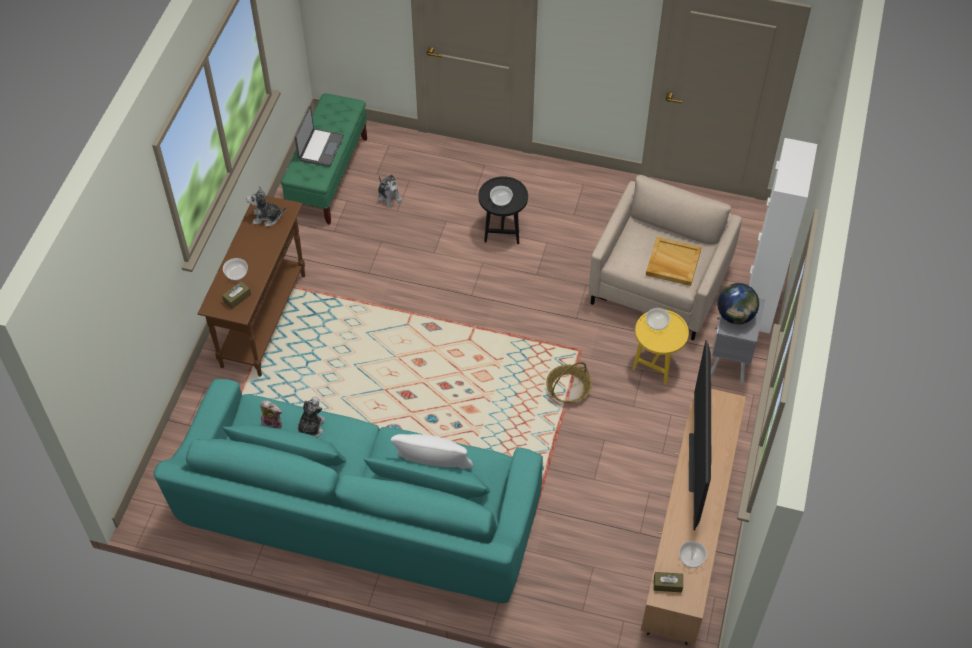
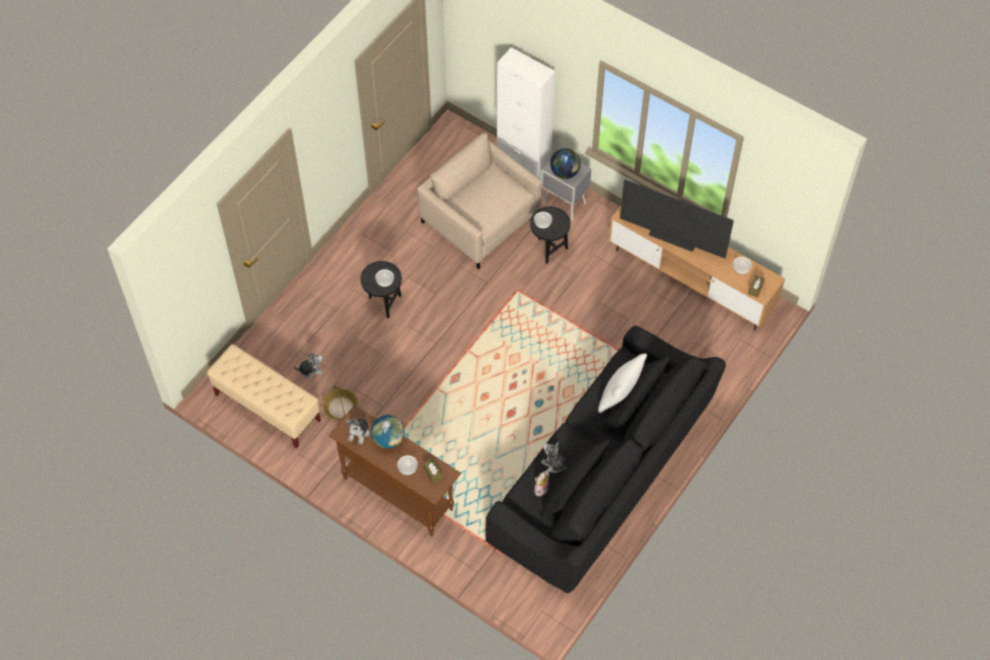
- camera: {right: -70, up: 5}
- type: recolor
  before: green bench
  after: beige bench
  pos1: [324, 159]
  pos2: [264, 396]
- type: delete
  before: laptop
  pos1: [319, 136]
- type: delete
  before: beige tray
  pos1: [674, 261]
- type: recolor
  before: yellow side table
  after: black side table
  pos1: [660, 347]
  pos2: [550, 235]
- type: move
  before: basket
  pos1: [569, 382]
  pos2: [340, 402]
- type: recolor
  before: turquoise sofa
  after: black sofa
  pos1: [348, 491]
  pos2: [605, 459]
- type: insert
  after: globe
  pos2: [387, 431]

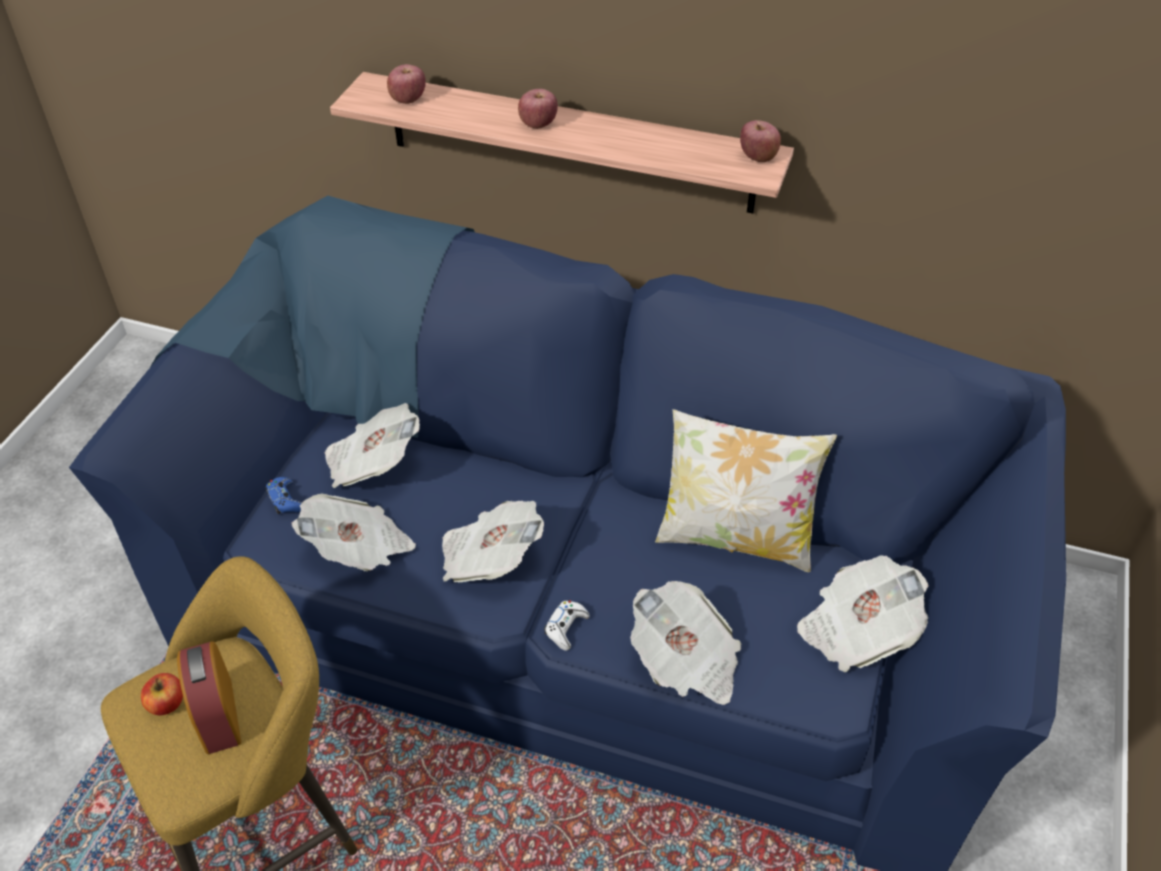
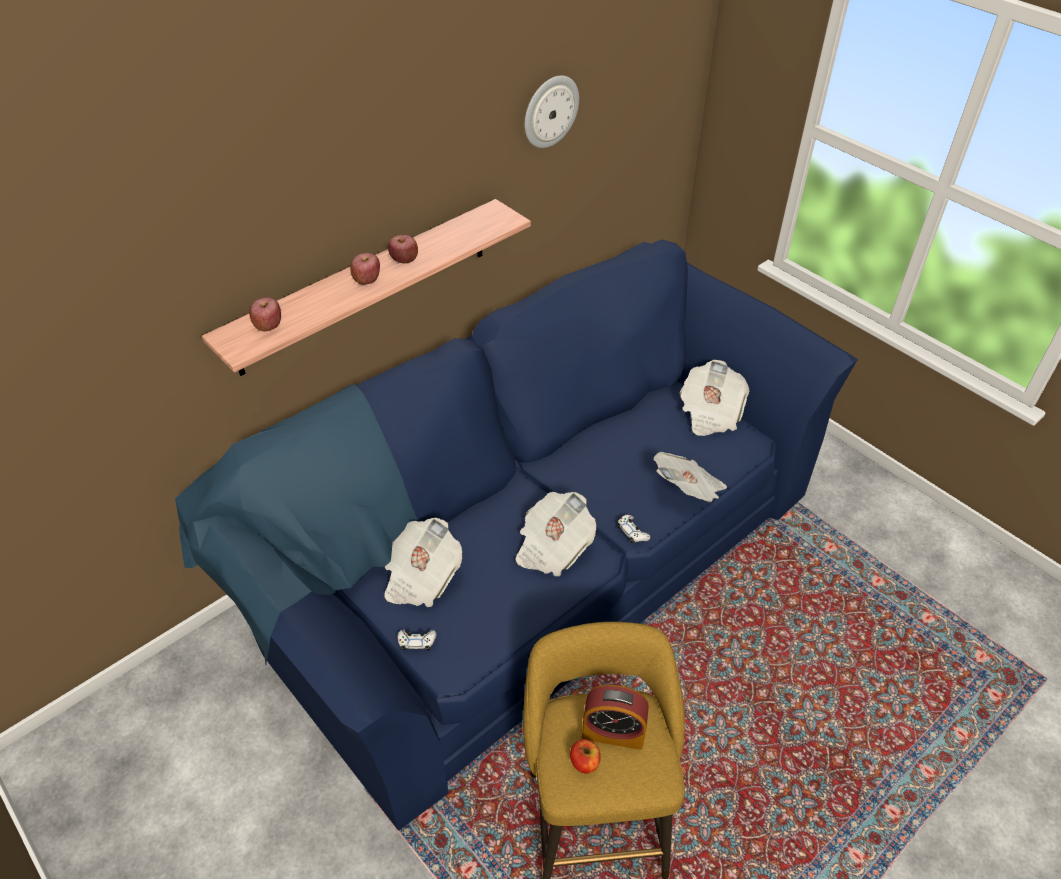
- camera: {right: -60, up: 0}
- type: move
  before: apple
  pos1: [760, 141]
  pos2: [403, 249]
- type: delete
  before: pillow
  pos1: [746, 490]
- type: recolor
  before: blue game controller
  after: white game controller
  pos1: [284, 495]
  pos2: [416, 640]
- type: delete
  before: newspaper
  pos1: [353, 532]
- type: insert
  after: wall clock
  pos2: [552, 112]

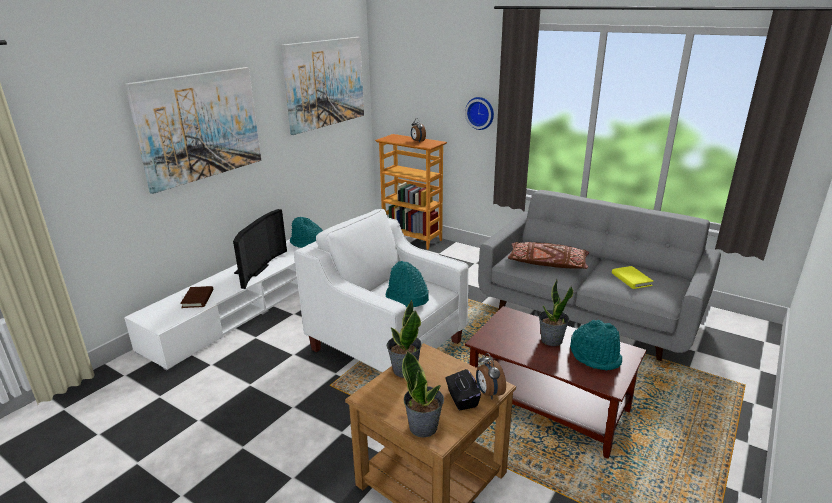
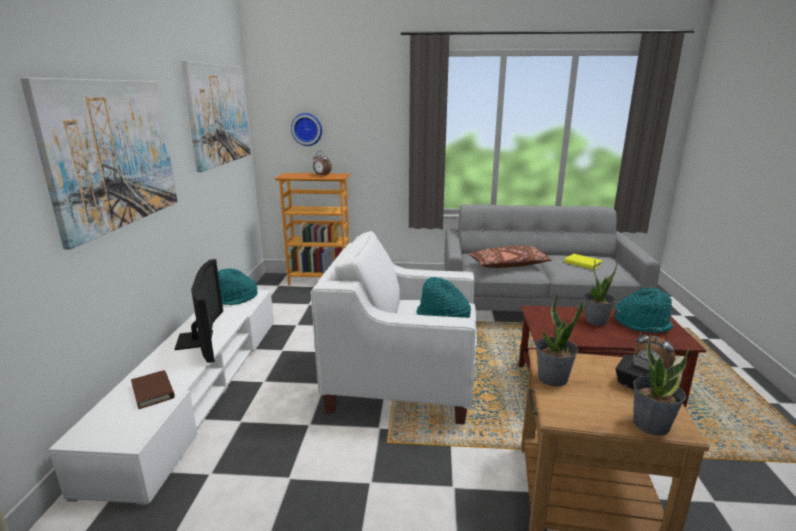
- camera: {right: -30, up: -5}
- type: move
  before: wall clock
  pos1: [479, 113]
  pos2: [306, 129]

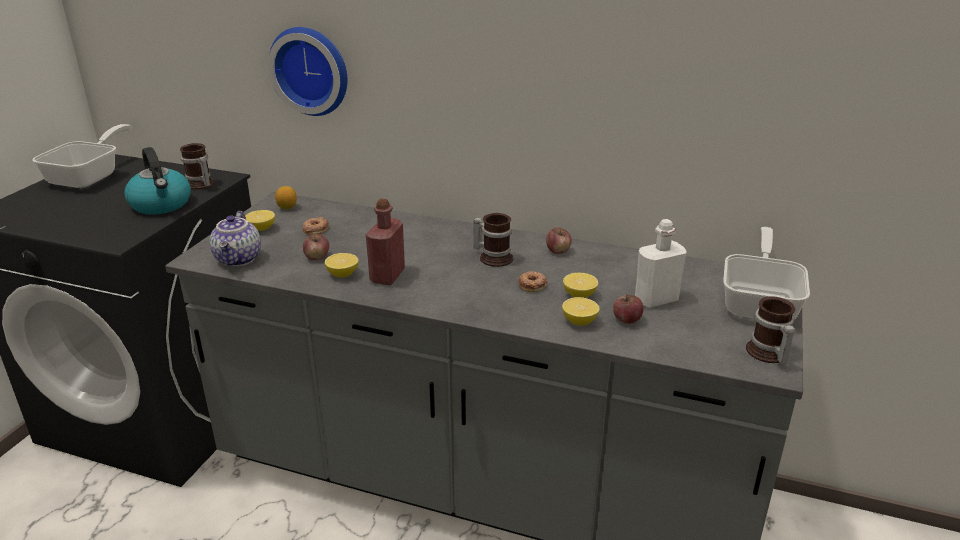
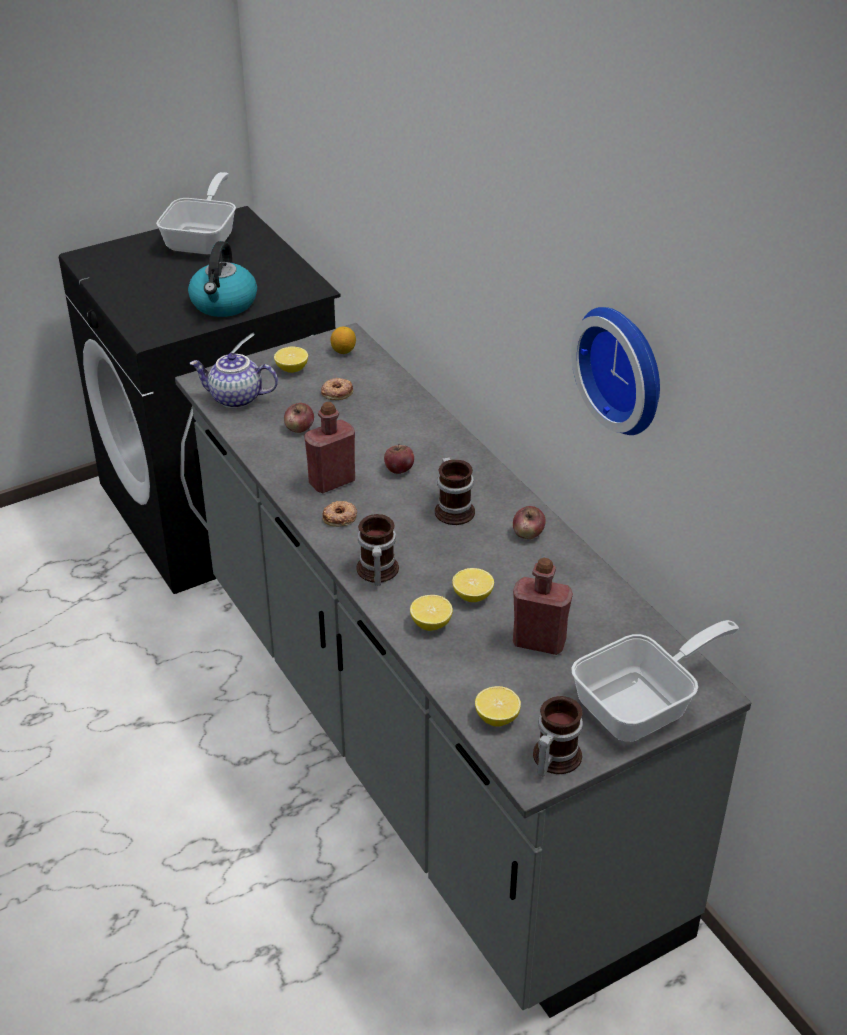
- camera: {right: 40, up: 10}
- type: move
  before: wall clock
  pos1: [308, 71]
  pos2: [615, 371]
- type: rotate
  before: frying pan
  pos1: [81, 156]
  pos2: [196, 213]
  turn: -45
- type: move
  before: mug
  pos1: [197, 166]
  pos2: [377, 550]
- type: rotate
  before: teapot
  pos1: [235, 239]
  pos2: [233, 381]
  turn: 60
- type: recolor
  before: white bottle
  after: red bottle
  pos1: [661, 263]
  pos2: [543, 606]
- type: move
  before: lemon
  pos1: [342, 265]
  pos2: [498, 706]
- type: move
  before: donut
  pos1: [532, 281]
  pos2: [339, 514]
- type: move
  before: apple
  pos1: [628, 309]
  pos2: [399, 459]

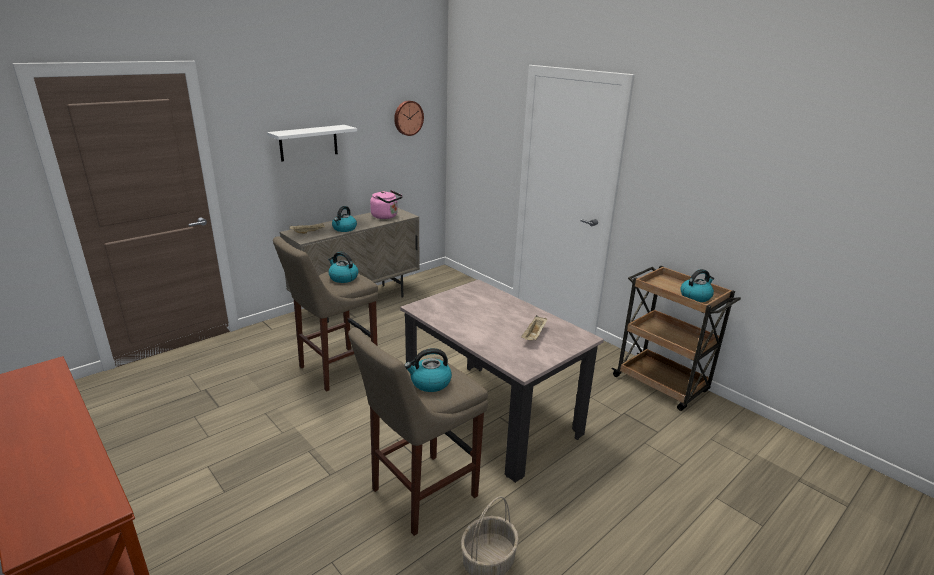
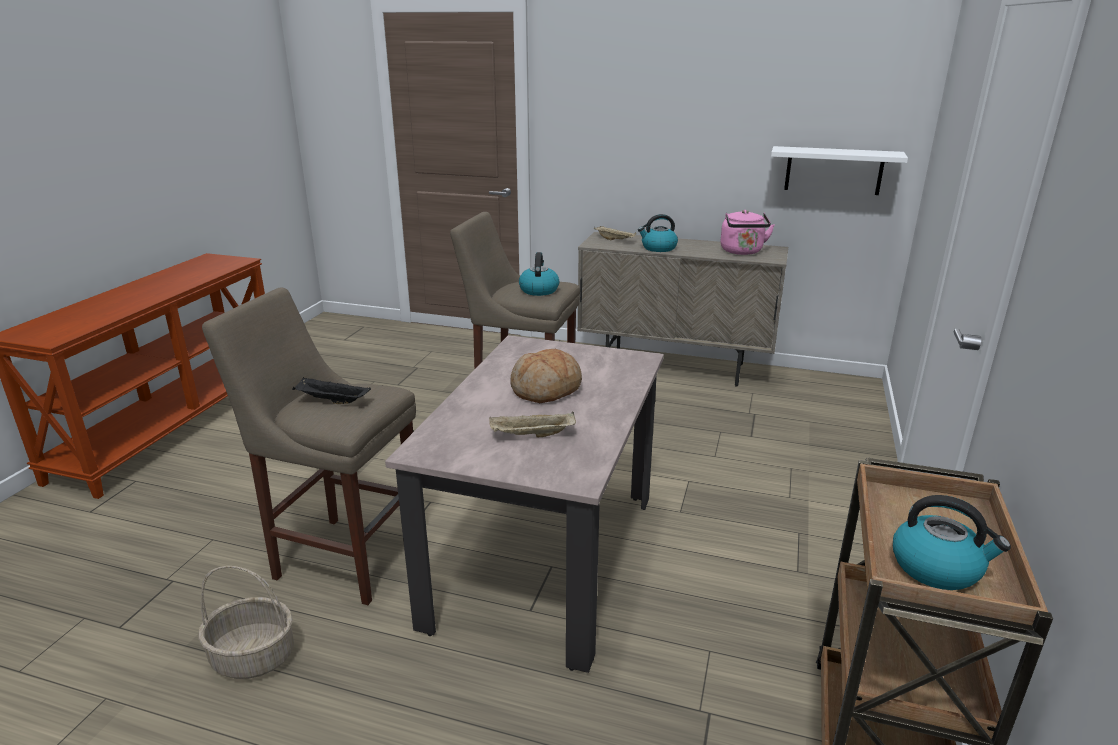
- camera: {right: 60, up: 0}
- type: delete
  before: wall clock
  pos1: [409, 118]
- type: move
  before: white shelf
  pos1: [312, 143]
  pos2: [839, 170]
- type: replace
  before: kettle
  after: black tray
  pos1: [428, 370]
  pos2: [331, 390]
- type: insert
  after: bread
  pos2: [546, 376]

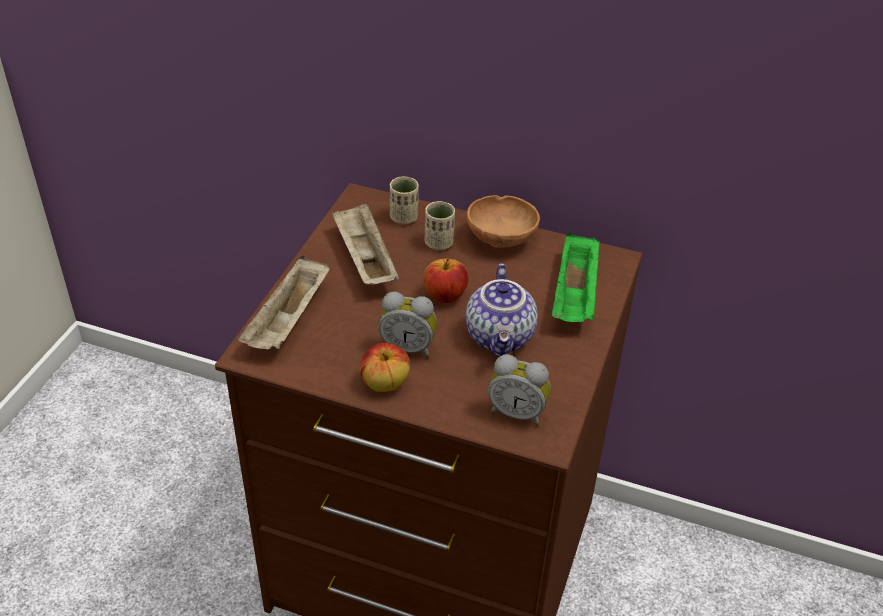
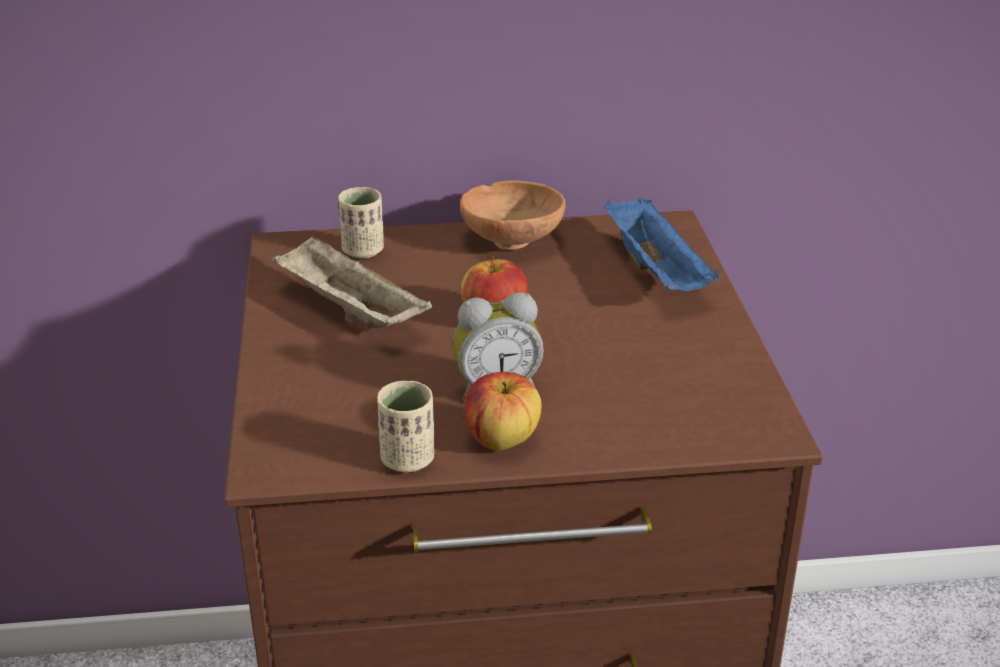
- camera: {right: -25, up: -10}
- type: move
  before: beige cup
  pos1: [439, 225]
  pos2: [405, 426]
- type: recolor
  before: green tray
  after: blue tray
  pos1: [576, 277]
  pos2: [662, 244]
- type: delete
  before: beige tray
  pos1: [284, 302]
- type: delete
  before: teapot
  pos1: [502, 309]
- type: delete
  before: alarm clock
  pos1: [519, 390]

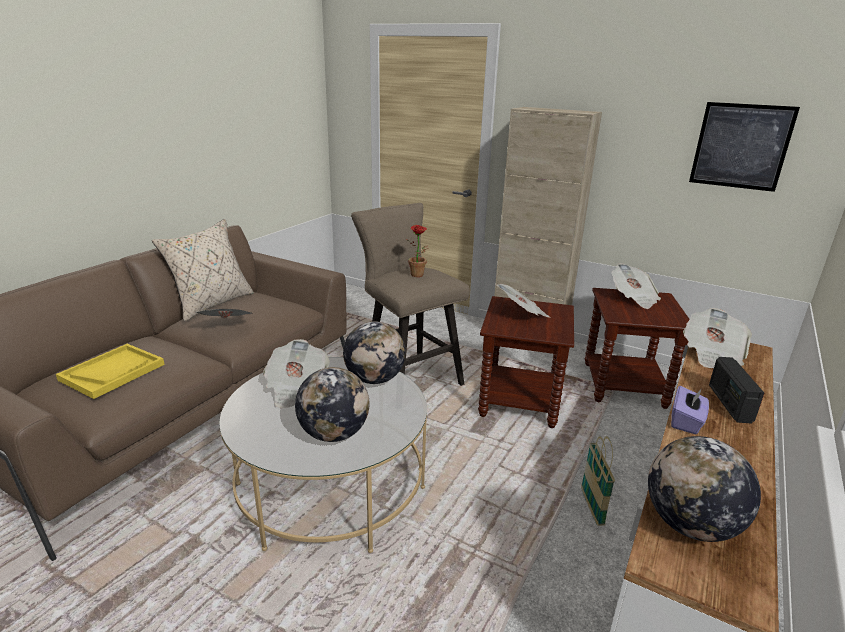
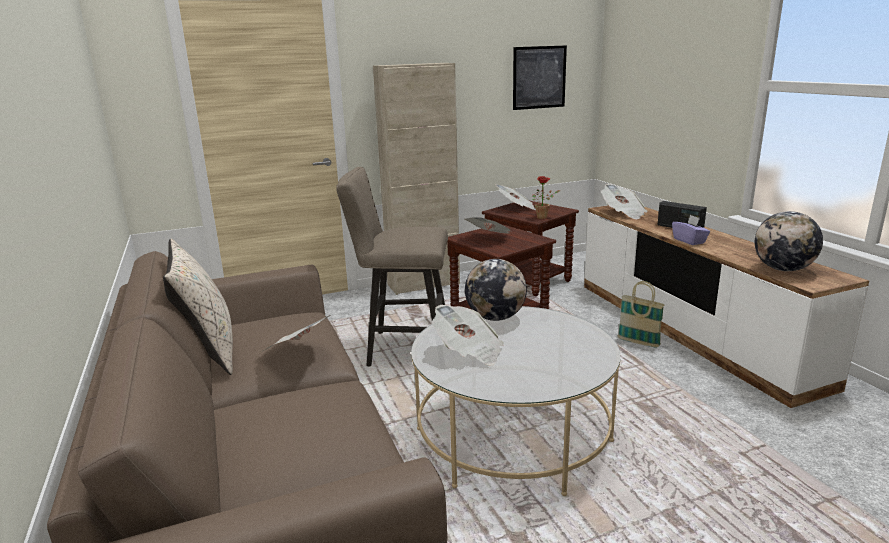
- camera: {right: -50, up: -5}
- type: move
  before: potted plant
  pos1: [417, 251]
  pos2: [546, 197]
- type: delete
  before: yellow tray
  pos1: [110, 371]
- type: delete
  before: globe
  pos1: [332, 404]

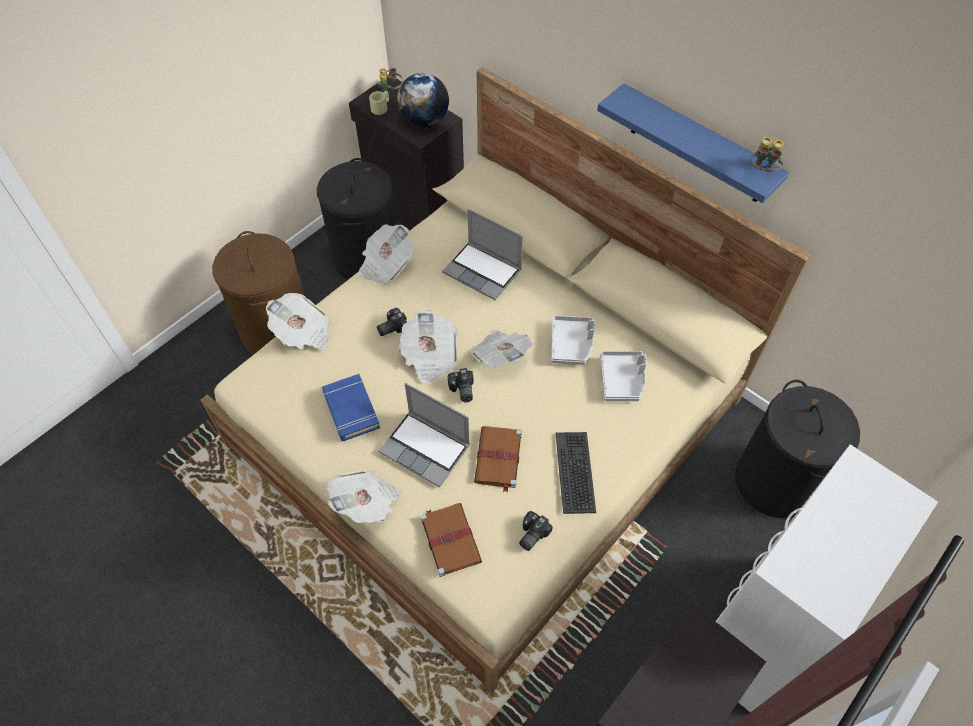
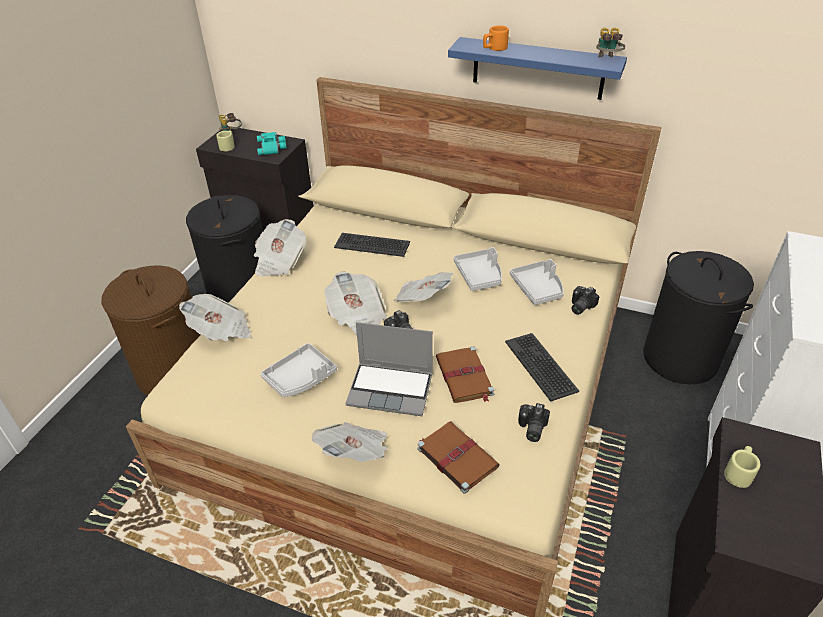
- camera: {right: -20, up: -15}
- type: replace
  before: globe
  after: turquoise binoculars
  pos1: [423, 100]
  pos2: [272, 143]
- type: replace
  before: laptop
  after: keyboard
  pos1: [482, 254]
  pos2: [372, 245]
- type: move
  before: photo camera
  pos1: [392, 322]
  pos2: [585, 300]
- type: replace
  before: blue book
  after: grey tray
  pos1: [351, 407]
  pos2: [299, 370]
- type: insert
  after: orange mug
  pos2: [496, 38]
- type: insert
  after: beige mug
  pos2: [742, 467]

